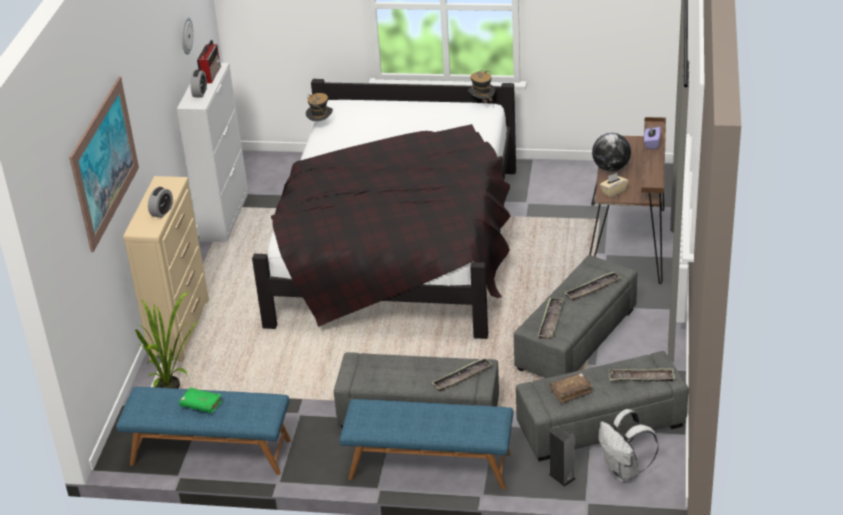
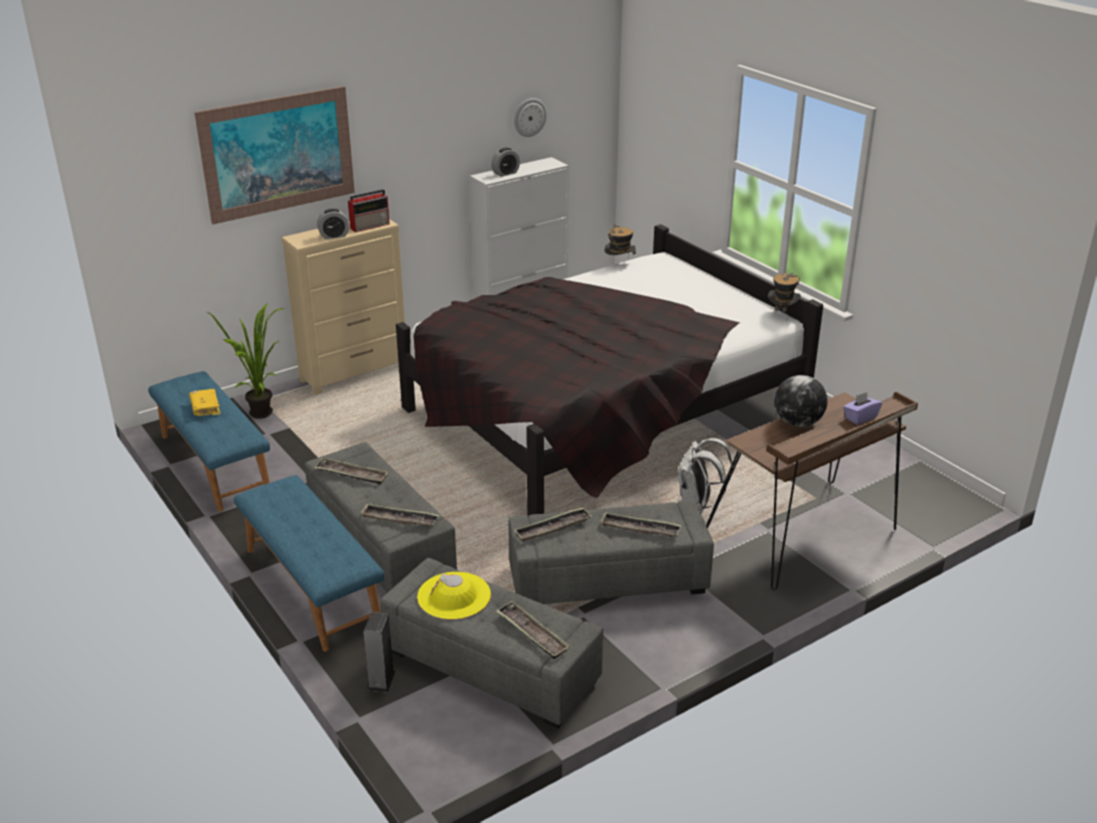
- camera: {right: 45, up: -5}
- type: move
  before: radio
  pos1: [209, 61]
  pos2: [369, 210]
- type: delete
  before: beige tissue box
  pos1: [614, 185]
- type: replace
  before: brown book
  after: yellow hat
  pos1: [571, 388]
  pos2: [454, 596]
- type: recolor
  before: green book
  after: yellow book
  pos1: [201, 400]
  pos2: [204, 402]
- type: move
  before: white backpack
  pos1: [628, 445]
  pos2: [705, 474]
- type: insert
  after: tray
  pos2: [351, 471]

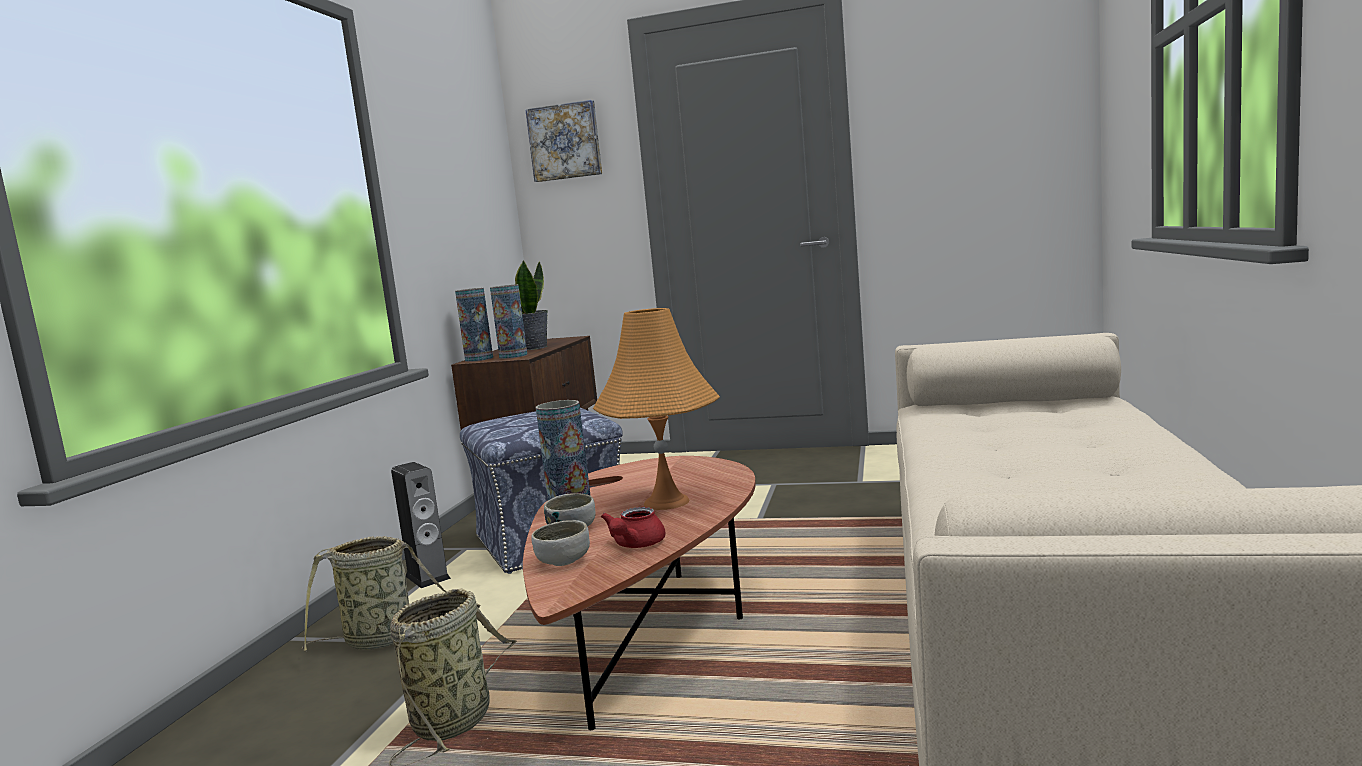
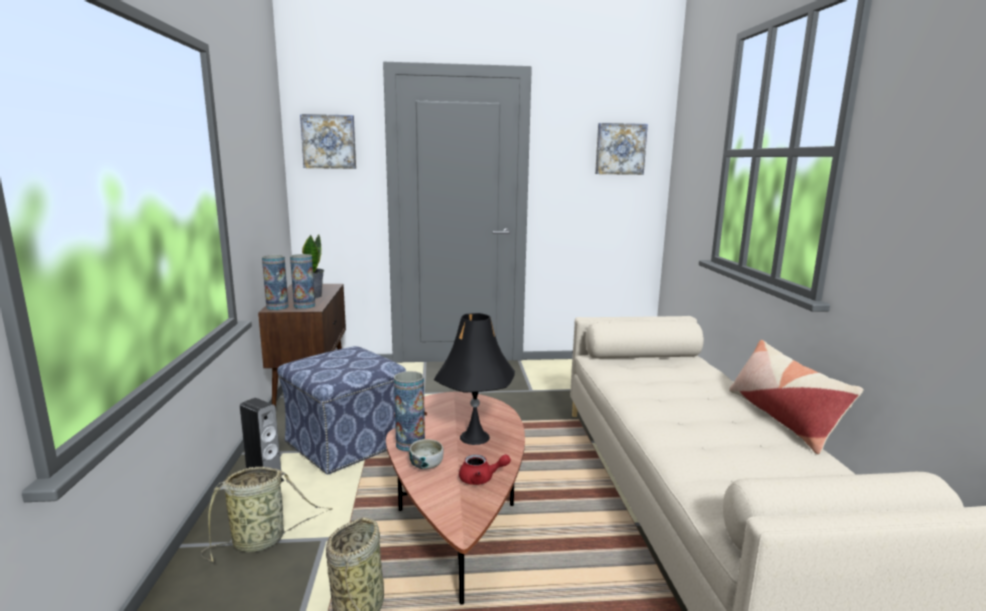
- camera: {right: -20, up: 5}
- type: recolor
  before: orange table lamp
  after: black table lamp
  pos1: [656, 409]
  pos2: [474, 379]
- type: rotate
  before: red teapot
  pos1: [633, 527]
  pos2: [485, 469]
  turn: -90
- type: delete
  before: bowl
  pos1: [560, 543]
- type: insert
  after: picture
  pos2: [621, 149]
- type: insert
  after: pillow
  pos2: [796, 397]

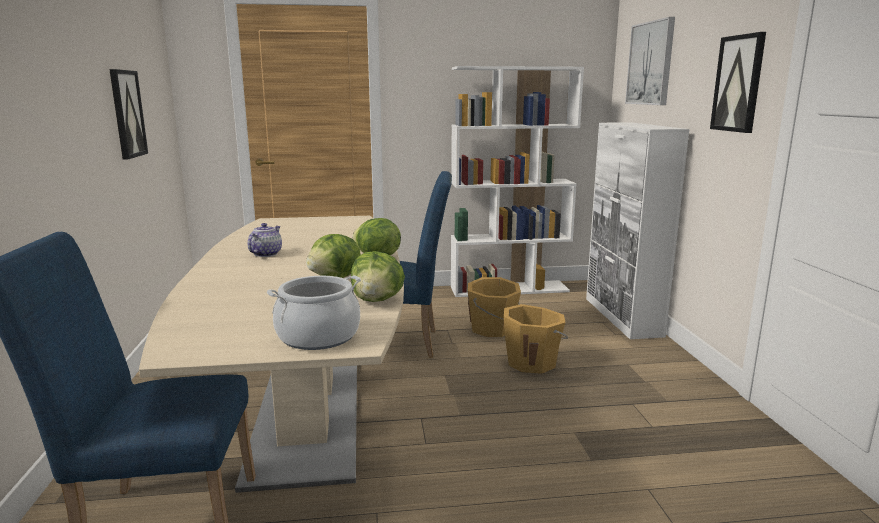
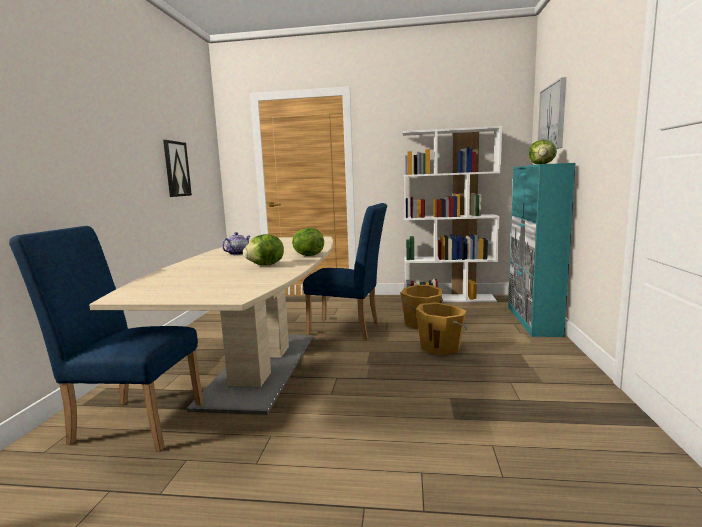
- camera: {right: 15, up: -5}
- type: delete
  before: picture
  pos1: [738, 82]
- type: recolor
  before: white cabinet
  after: turquoise cabinet
  pos1: [637, 230]
  pos2: [542, 250]
- type: move
  before: lettuce
  pos1: [378, 276]
  pos2: [543, 152]
- type: delete
  before: cooking pot
  pos1: [314, 312]

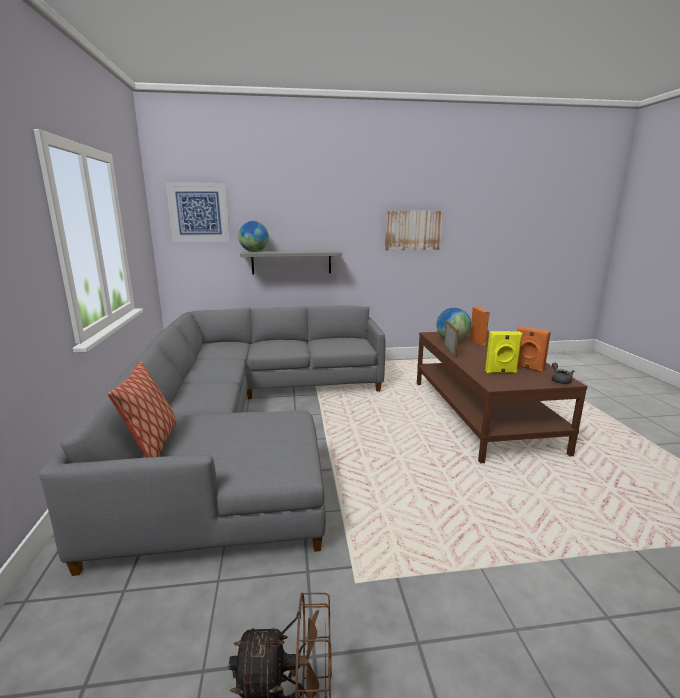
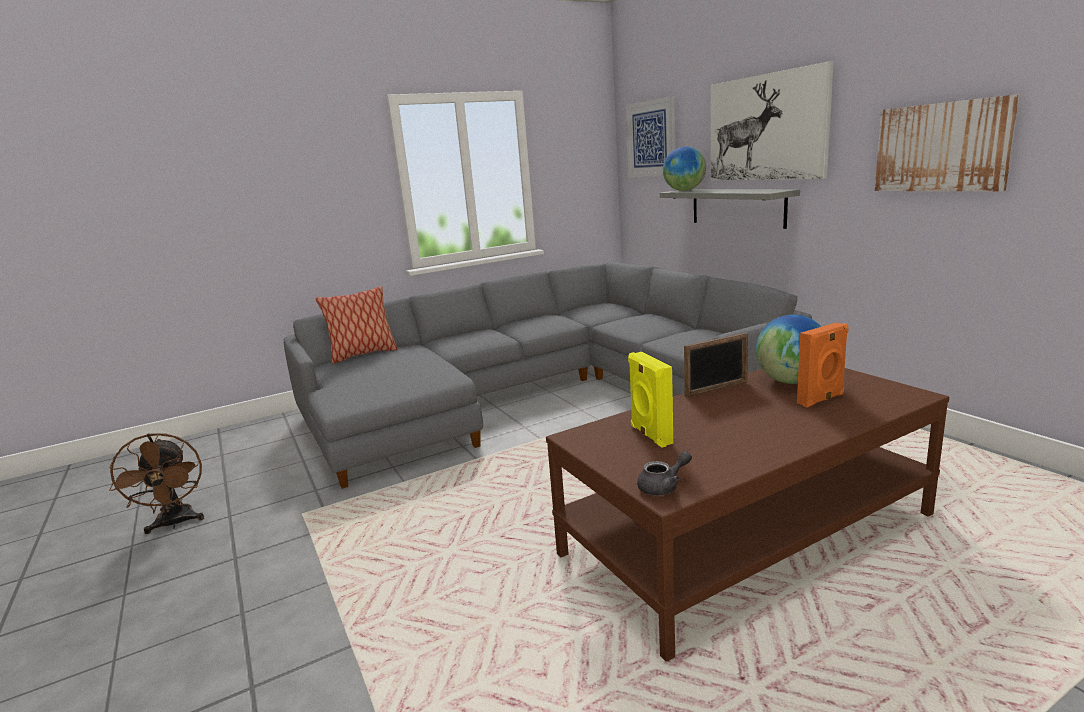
- camera: {right: 70, up: 0}
- type: delete
  before: orange speaker
  pos1: [534, 349]
- type: insert
  after: picture
  pos2: [772, 121]

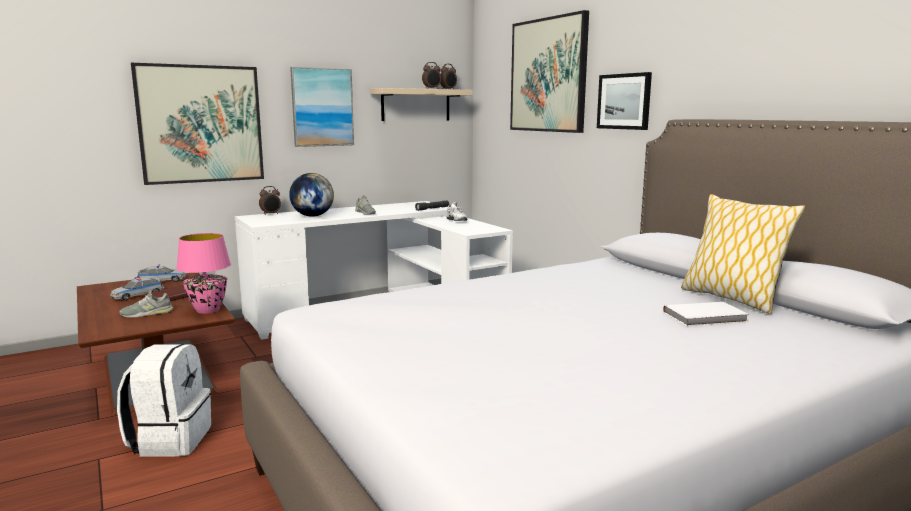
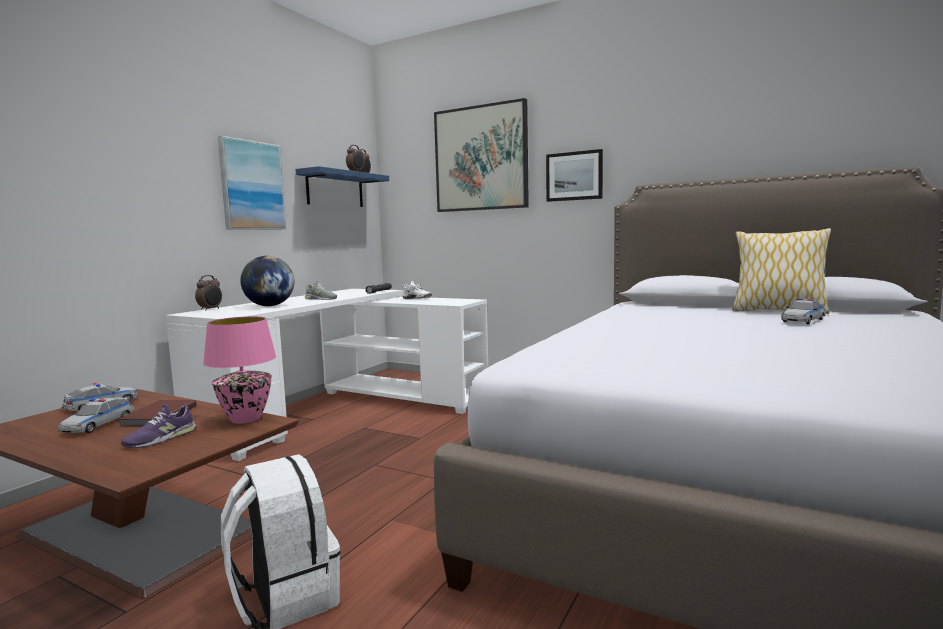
- camera: {right: -30, up: -5}
- type: delete
  before: picture
  pos1: [197, 124]
- type: recolor
  before: beige shelf
  after: blue shelf
  pos1: [421, 104]
  pos2: [342, 186]
- type: recolor
  before: grey shoe
  after: purple shoe
  pos1: [146, 304]
  pos2: [158, 426]
- type: replace
  before: white book
  after: toy car
  pos1: [706, 314]
  pos2: [803, 311]

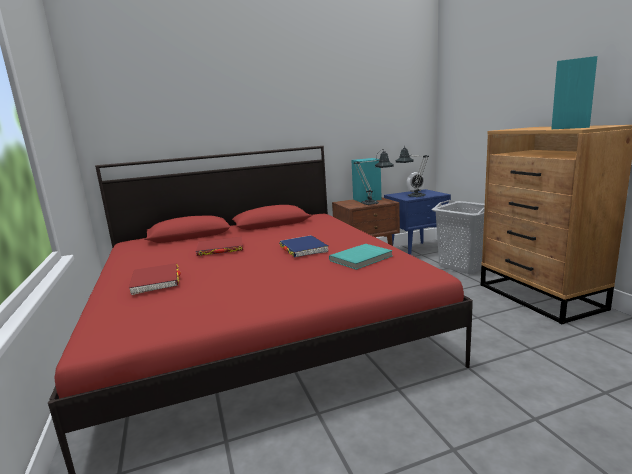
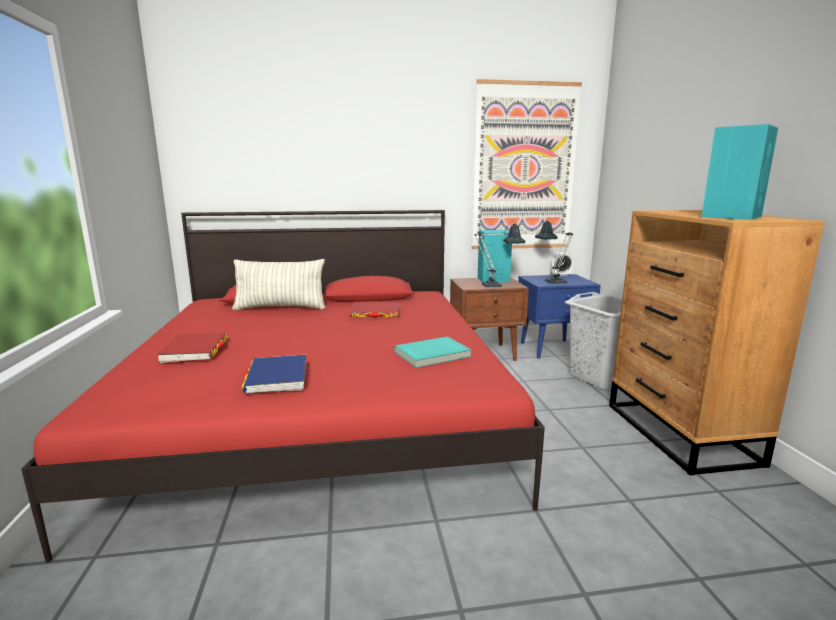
- camera: {right: 10, up: 0}
- type: move
  before: blue book
  pos1: [303, 246]
  pos2: [274, 374]
- type: move
  before: red book
  pos1: [219, 246]
  pos2: [374, 309]
- type: insert
  after: picture
  pos2: [527, 164]
- type: insert
  after: pillow
  pos2: [279, 284]

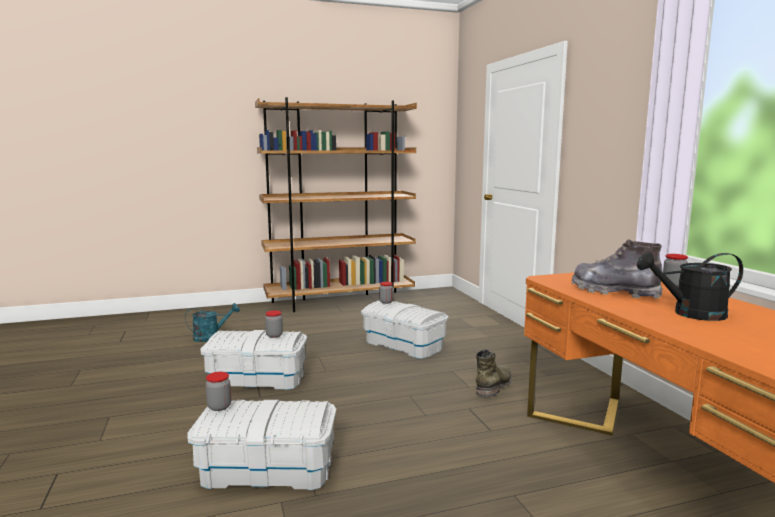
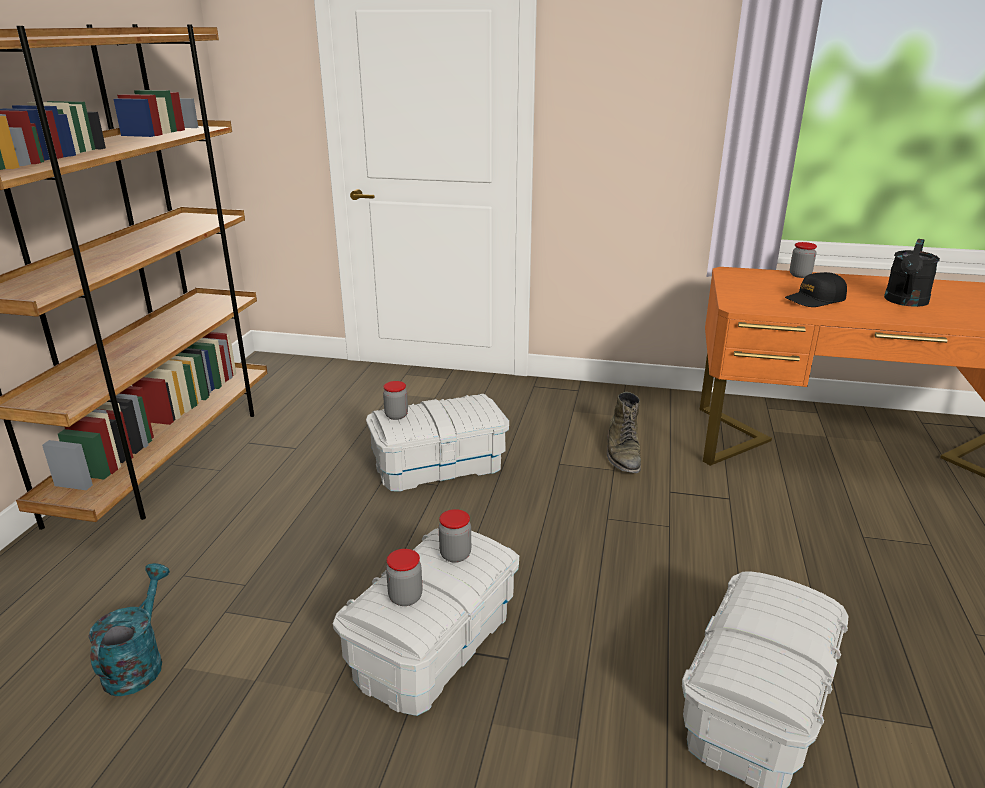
- camera: {right: -60, up: 15}
- type: replace
  before: grey boot
  after: black cap
  pos1: [617, 269]
  pos2: [816, 289]
- type: rotate
  before: green boot
  pos1: [494, 372]
  pos2: [624, 432]
  turn: -150
- type: move
  before: jar
  pos1: [218, 391]
  pos2: [404, 577]

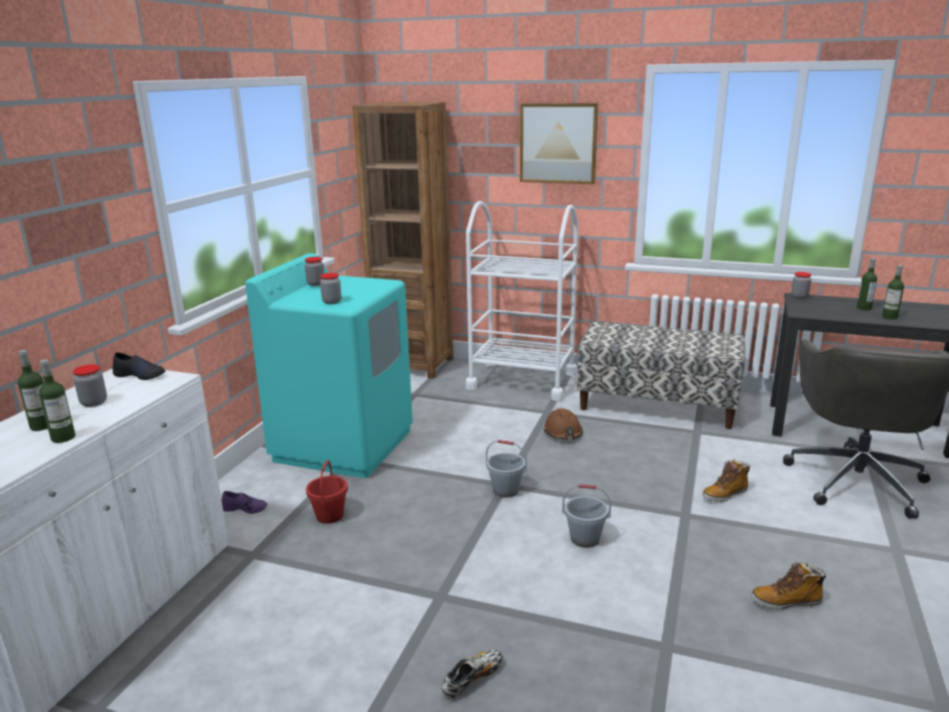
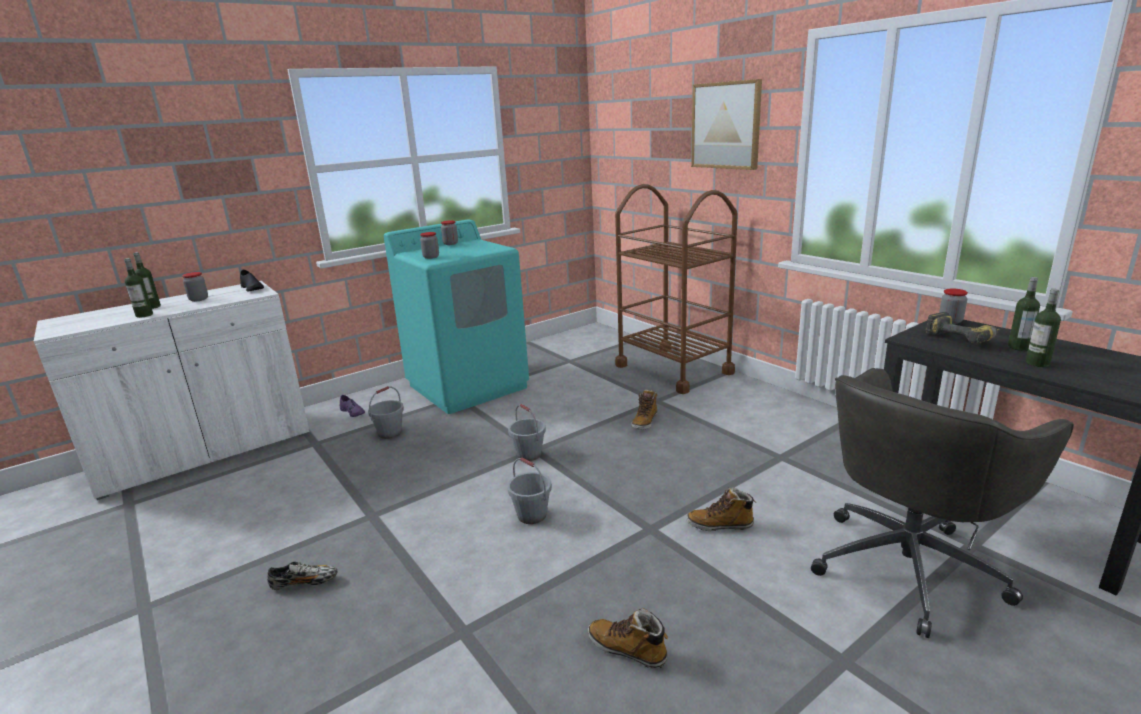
- camera: {right: 35, up: 0}
- type: delete
  before: brown bookcase
  pos1: [403, 240]
- type: recolor
  before: white cart
  after: brown cart
  pos1: [522, 301]
  pos2: [676, 289]
- type: delete
  before: bench
  pos1: [661, 375]
- type: replace
  before: brown hard hat
  after: boot
  pos1: [563, 424]
  pos2: [644, 409]
- type: recolor
  before: red bucket
  after: grey bucket
  pos1: [327, 492]
  pos2: [386, 412]
- type: insert
  after: power drill
  pos2: [963, 328]

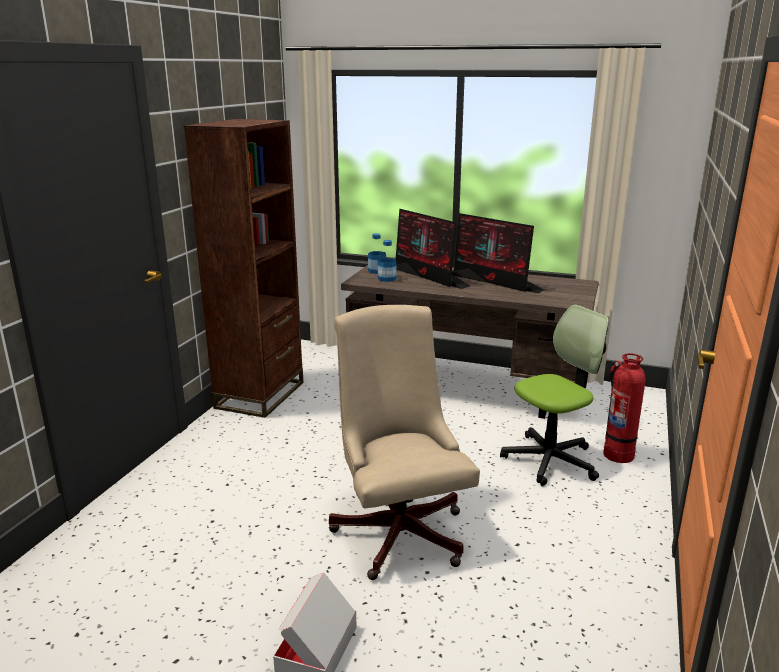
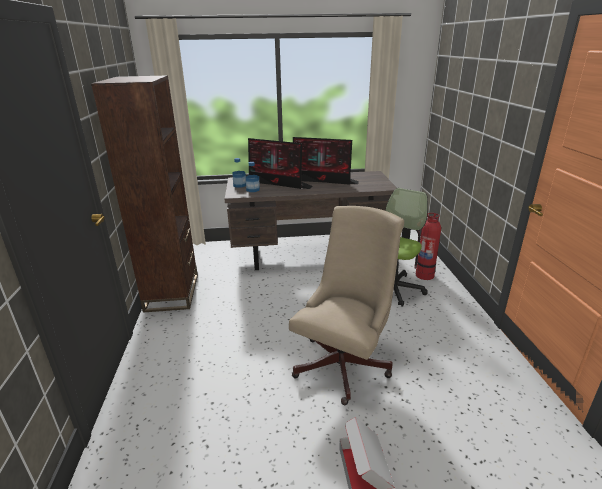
- camera: {right: -25, up: 5}
- type: rotate
  before: beige office chair
  pos1: [404, 442]
  pos2: [346, 305]
  turn: 75

